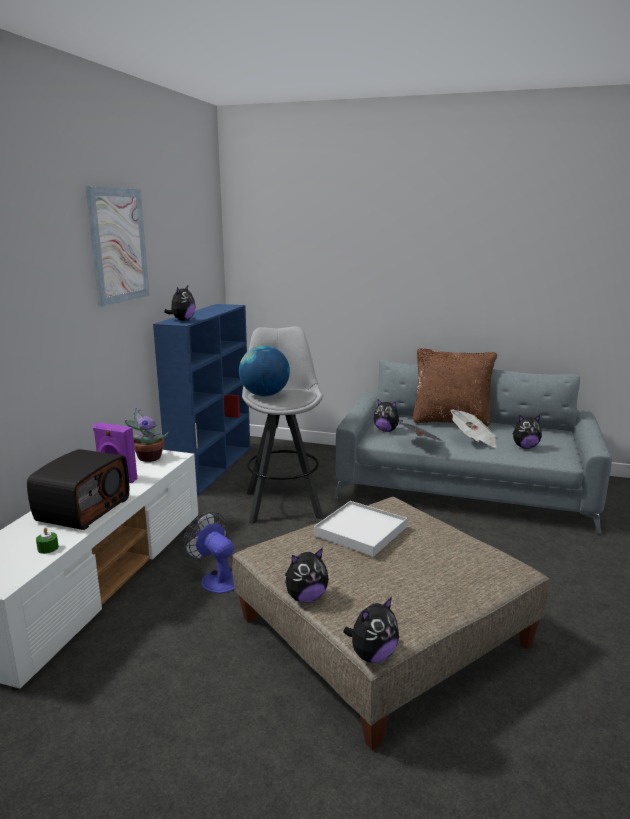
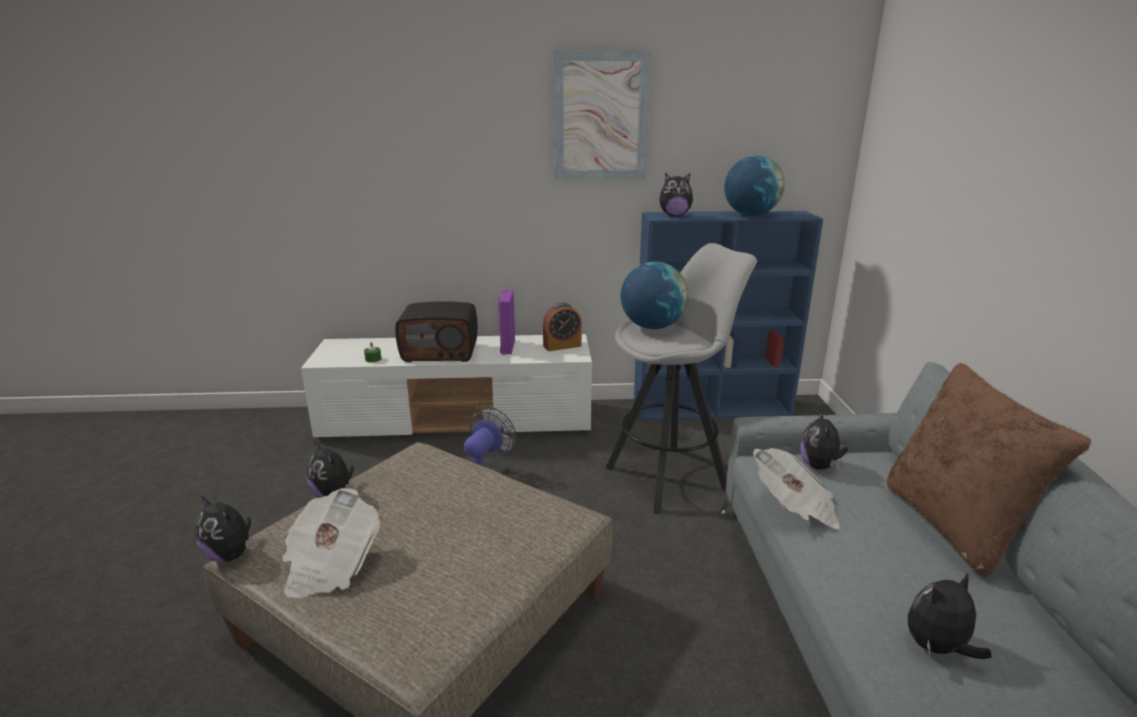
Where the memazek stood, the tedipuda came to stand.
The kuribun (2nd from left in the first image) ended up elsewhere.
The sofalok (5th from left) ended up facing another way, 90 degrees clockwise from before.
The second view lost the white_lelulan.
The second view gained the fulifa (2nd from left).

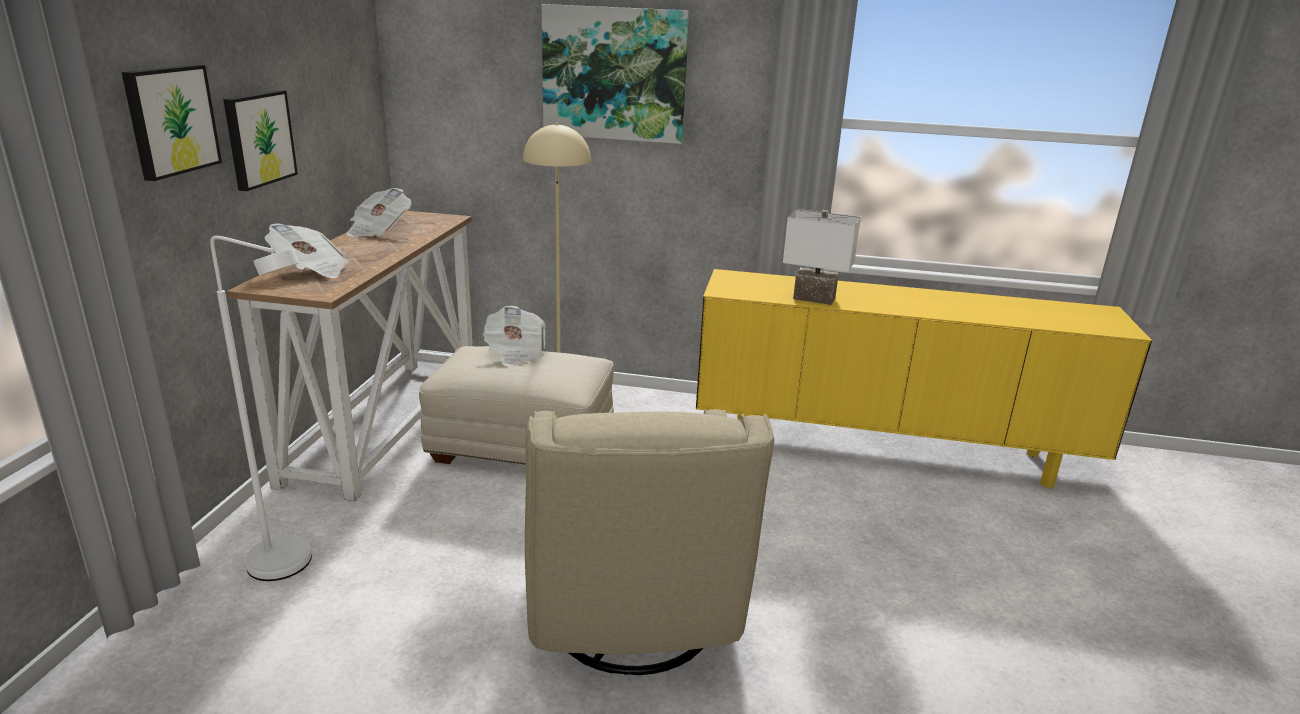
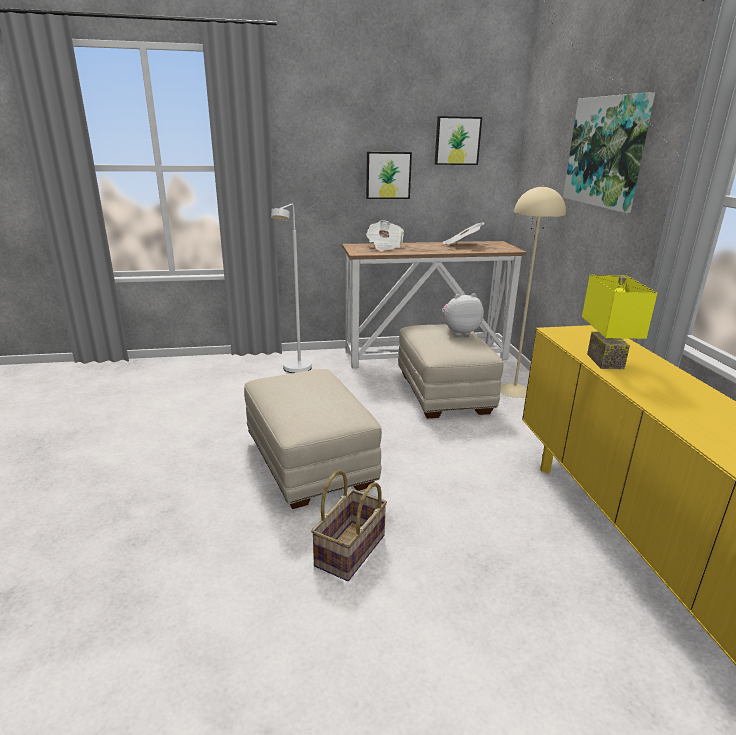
The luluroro (1st from left in the first image) ended up elsewhere.
What was the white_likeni turned into the yellow_likeni.
Where the kuribun (3rd from left) stood, the sofalok came to stand.
Where the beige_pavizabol stood, the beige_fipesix (1st from left) came to stand.
The second view gained the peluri.

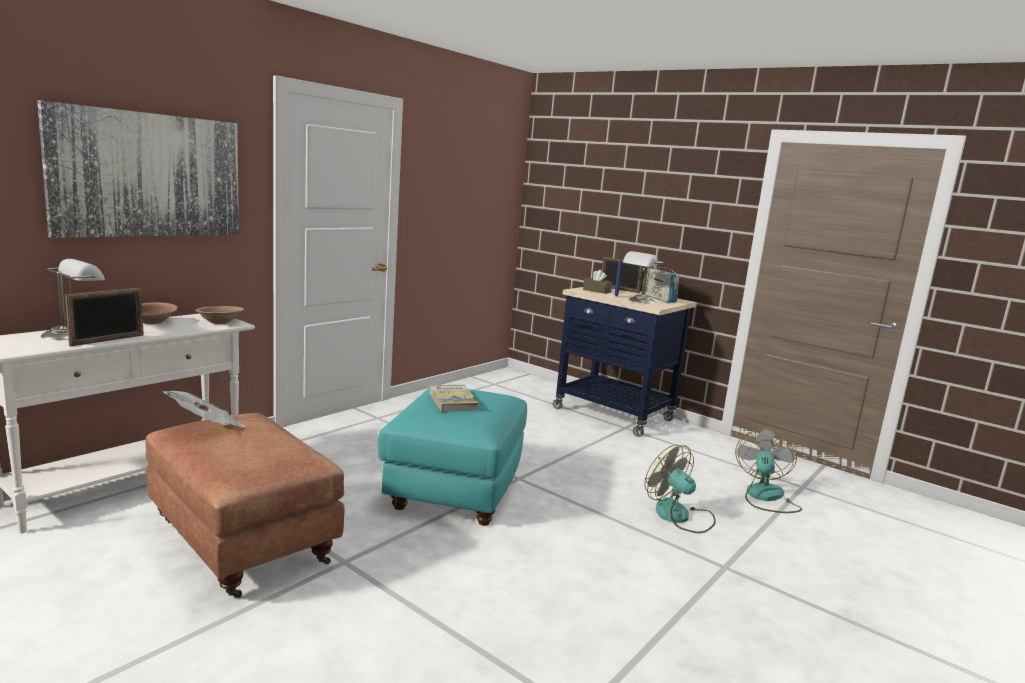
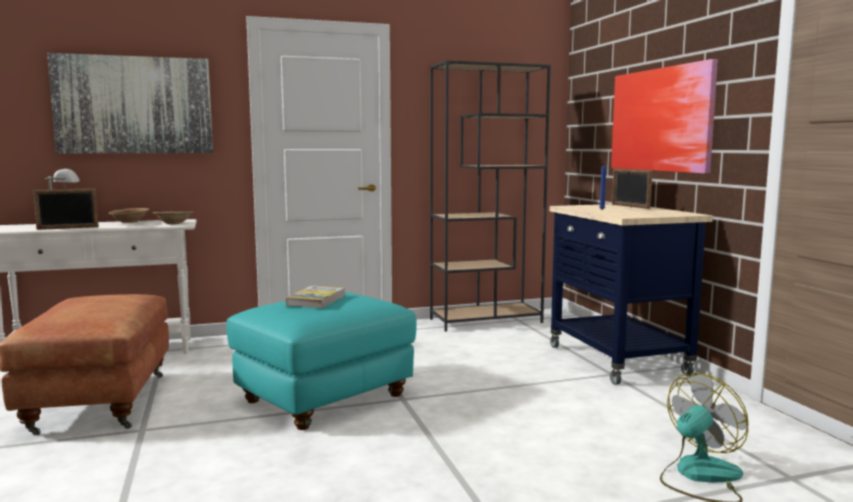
The second view lost the white_likeni (2nd from left).
The second view lost the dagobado.
The second view lost the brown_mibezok.
The second view lost the kuribun.
The second view lost the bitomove (1st from left).
The second view gained the luluroro (2nd from left).
The second view gained the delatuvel.

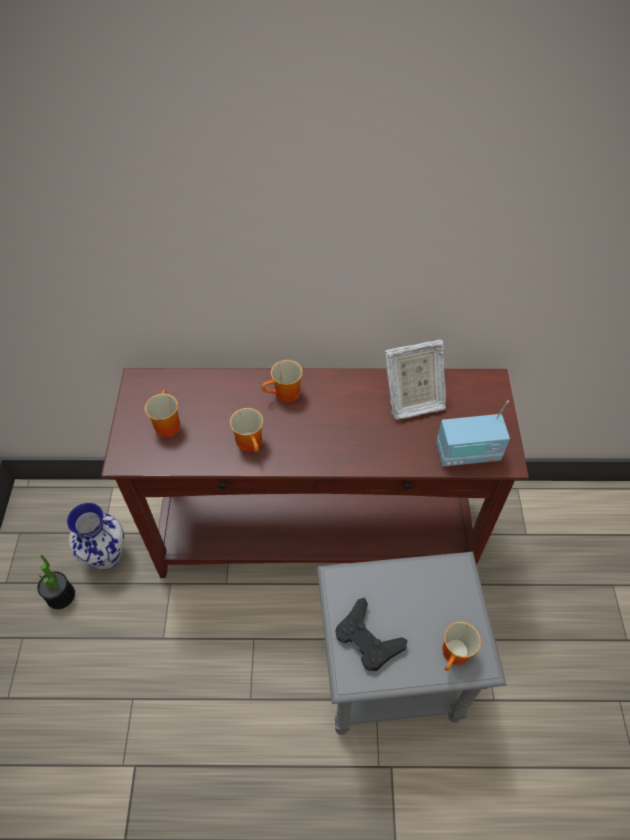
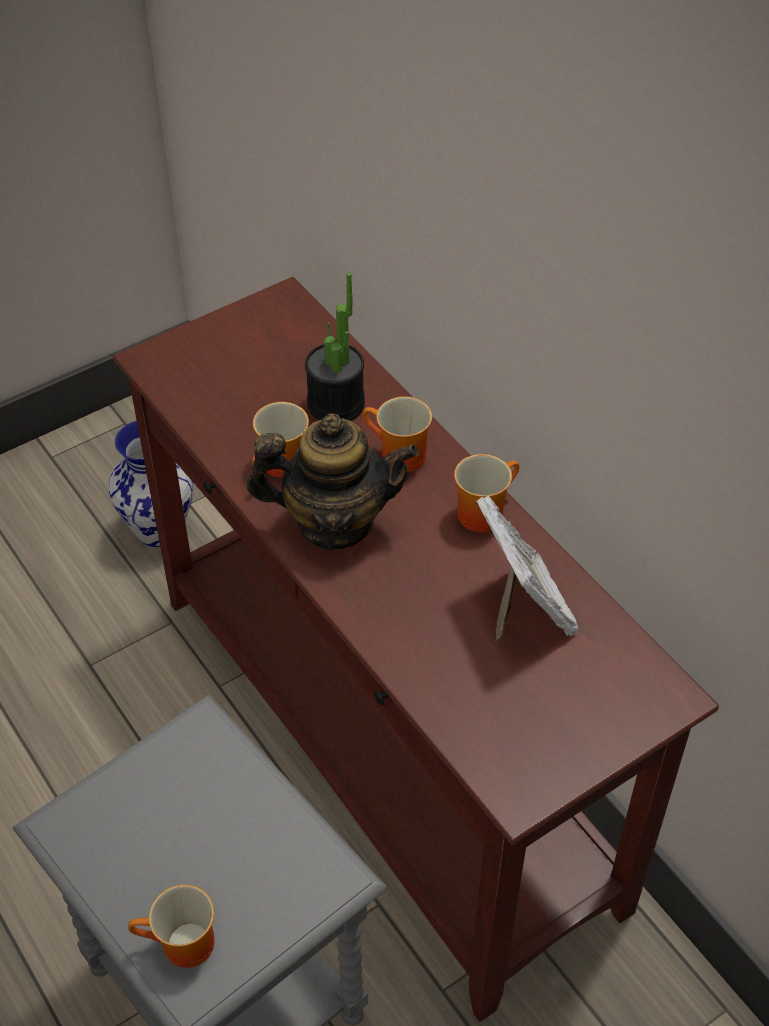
The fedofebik ended up facing another way, 150 degrees counterclockwise from before.
The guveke (1st from left in the first image) ended up elsewhere.
The second view lost the dagobado.
The memazek ended up elsewhere.
The second view lost the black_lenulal.
The second view gained the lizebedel.

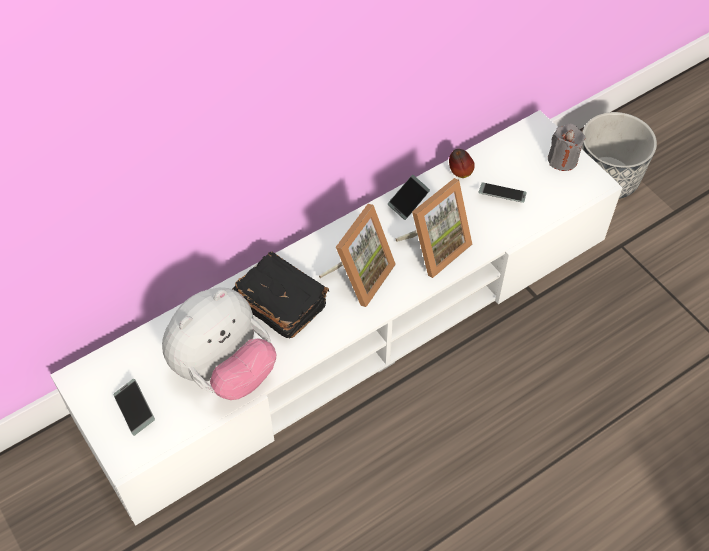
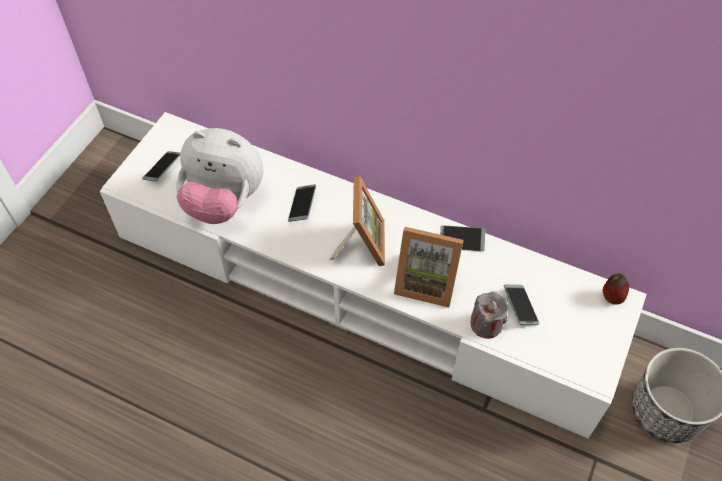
The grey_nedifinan ended up elsewhere.
The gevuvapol ended up elsewhere.
The fedofebik (1st from left) ended up facing another way, 90 degrees counterclockwise from before.
Where the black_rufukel stood, the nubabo (2nd from left) came to stand.

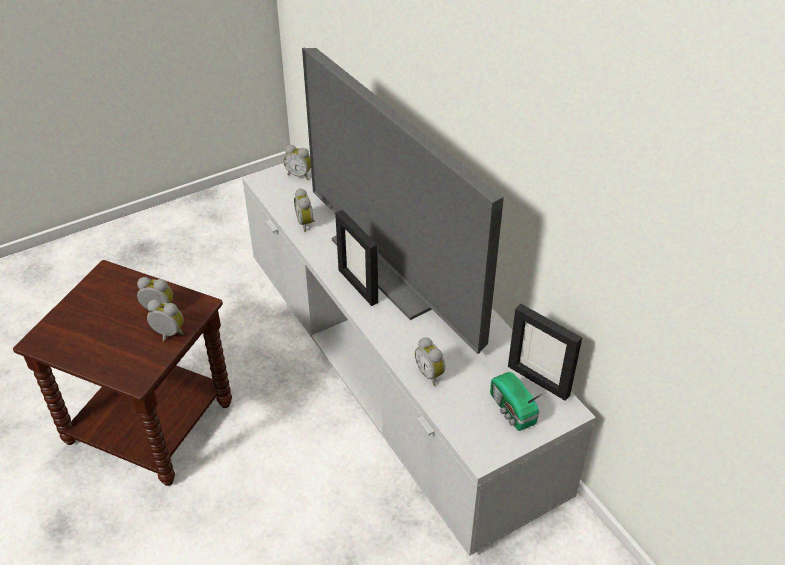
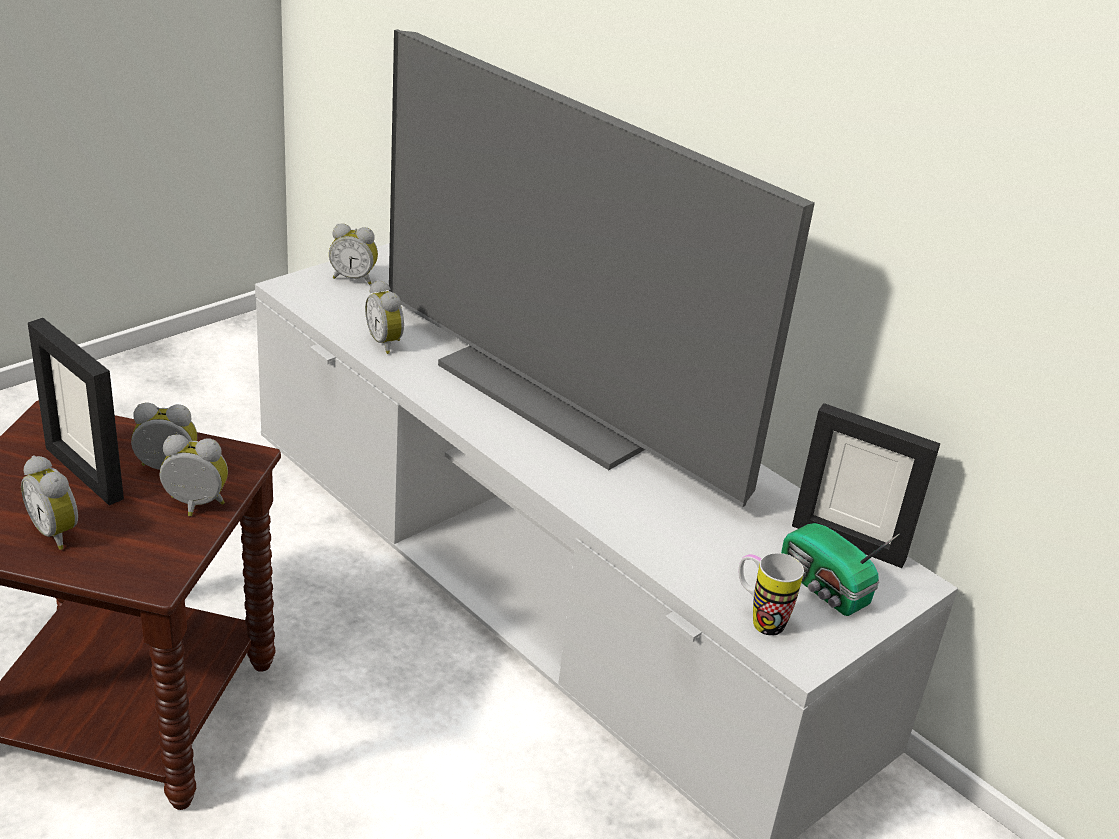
The fedofebik (1st from left) ended up elsewhere.
The tedipuda (5th from left in the first image) ended up elsewhere.
The second view gained the guveke.

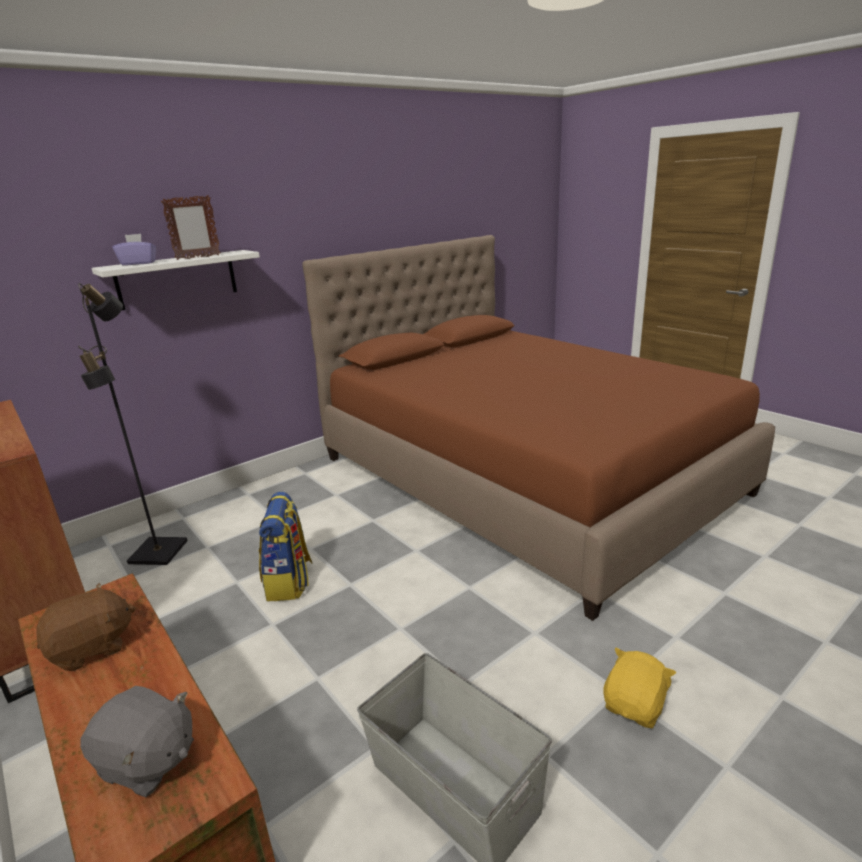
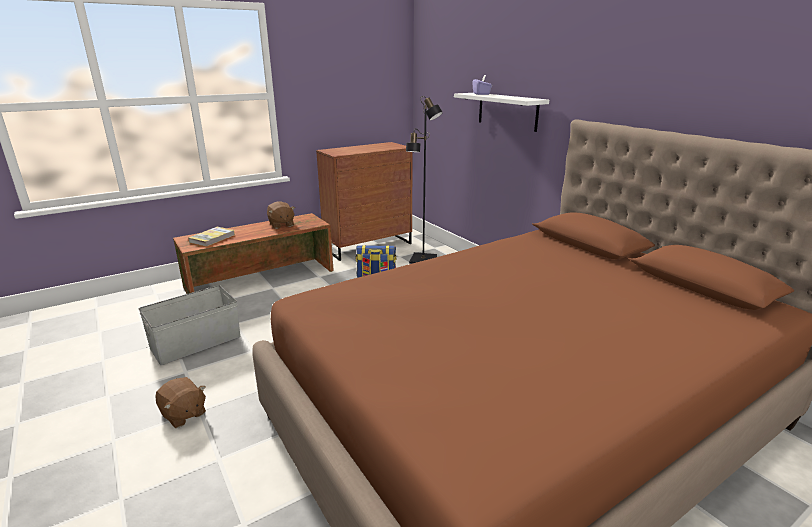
The second view lost the fedofebik.
What was the yellow_sofalok turned into the brown_sofalok (1st from left).
Where the grey_sofalok stood, the rufukel came to stand.

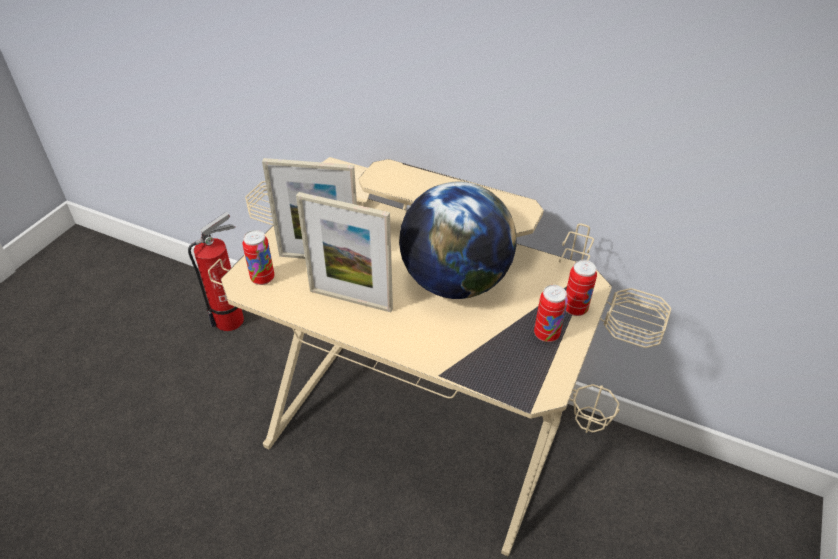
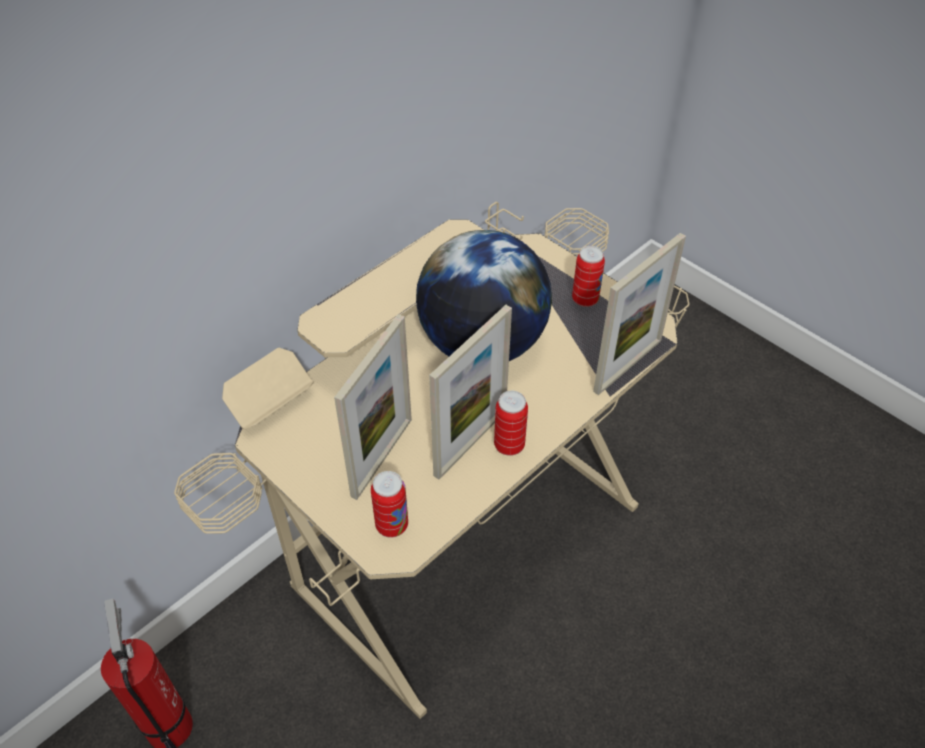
The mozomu (3rd from left in the first image) ended up elsewhere.
The second view gained the fedofebik (3rd from left).

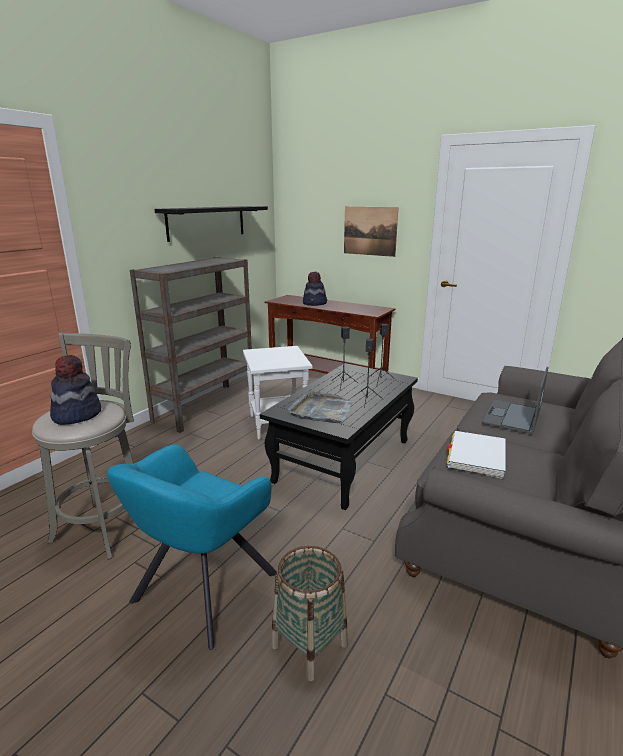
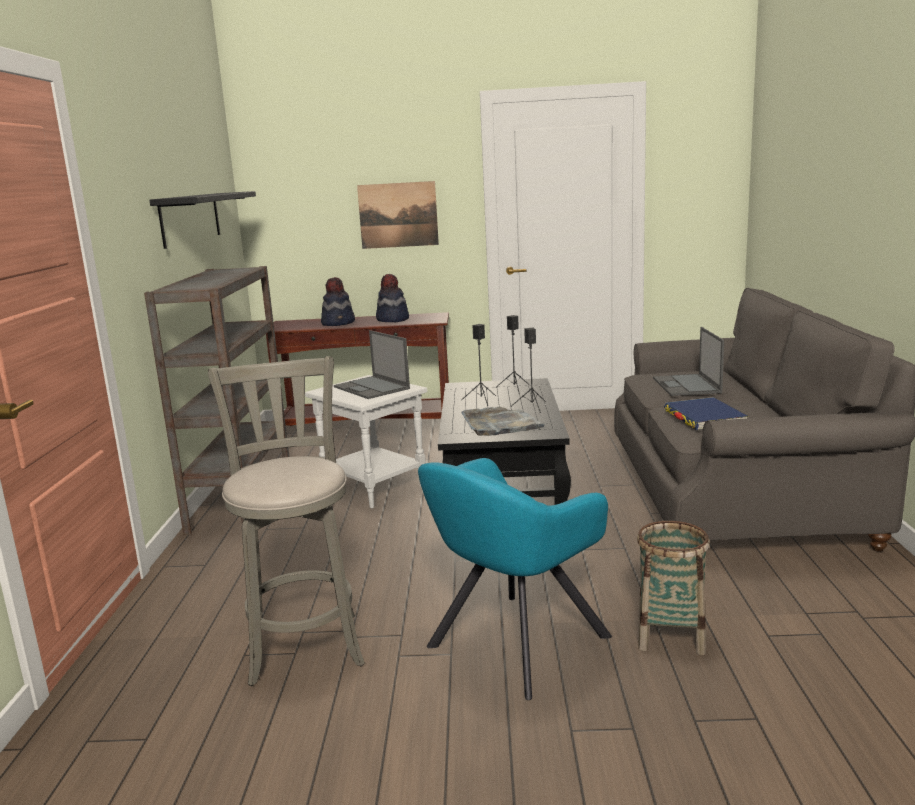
The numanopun (1st from left in the first image) ended up elsewhere.
What was the white_rufukel turned into the blue_rufukel.
The turquoise_pavizabol ended up facing another way, 45 degrees clockwise from before.
The second view gained the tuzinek (1st from left).

